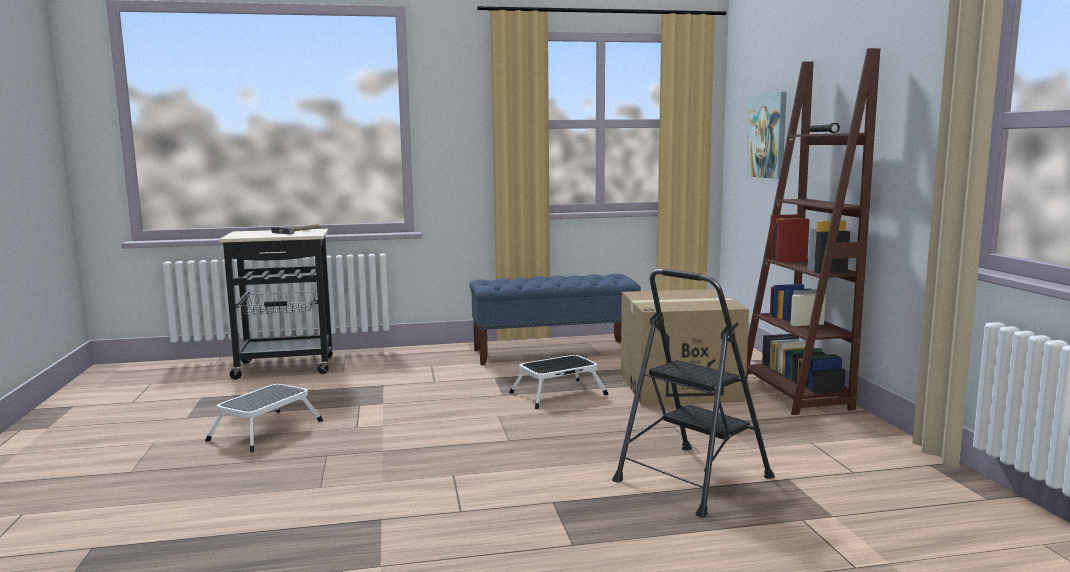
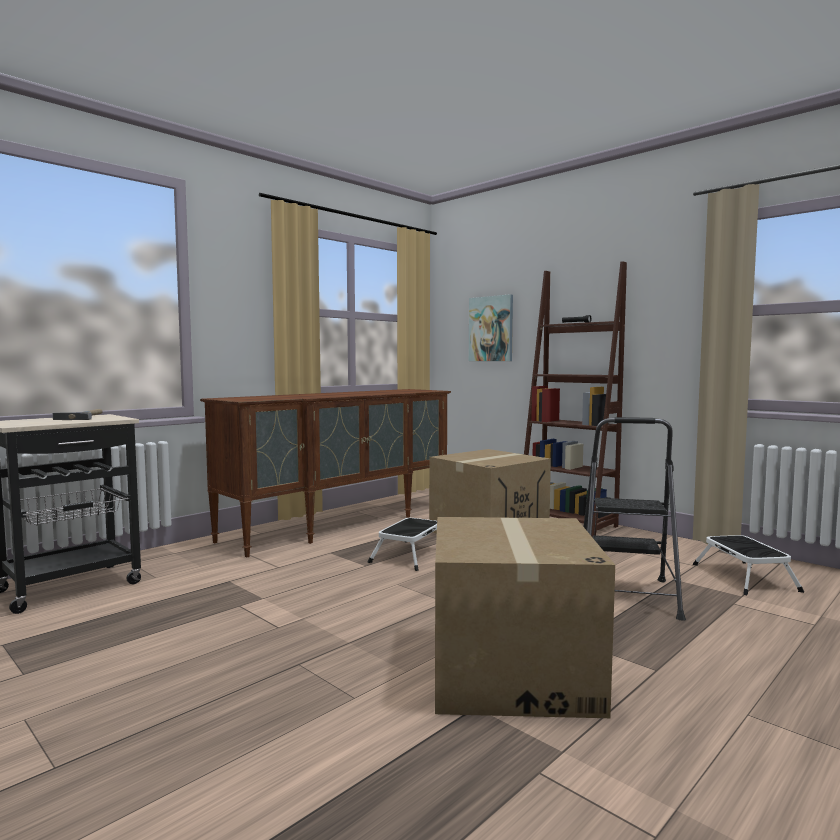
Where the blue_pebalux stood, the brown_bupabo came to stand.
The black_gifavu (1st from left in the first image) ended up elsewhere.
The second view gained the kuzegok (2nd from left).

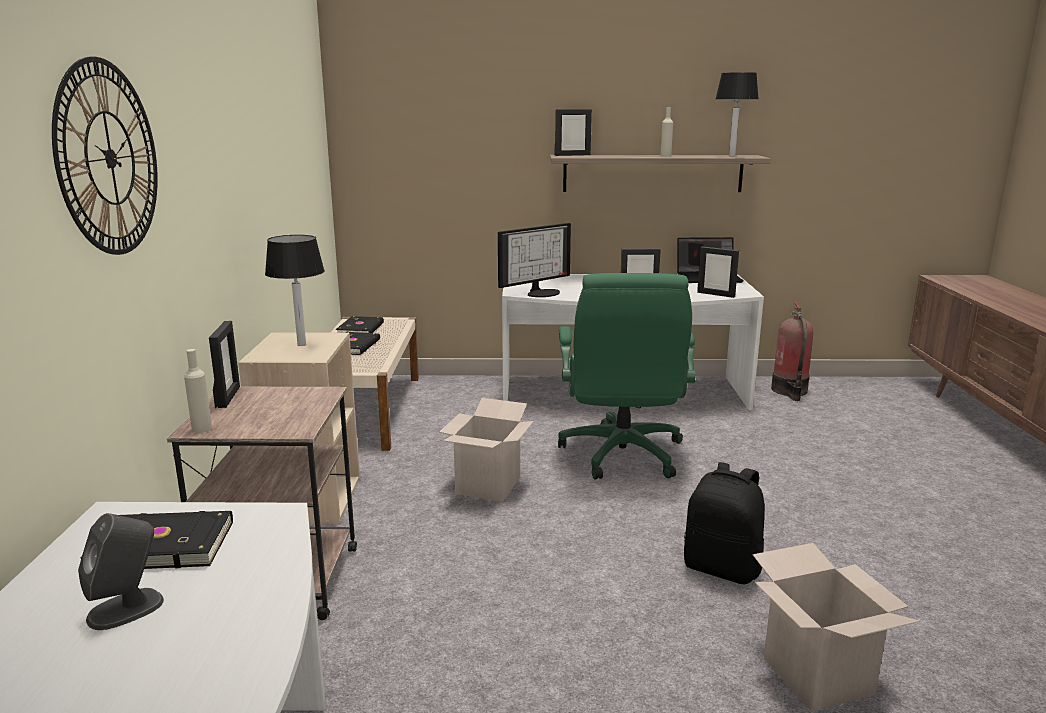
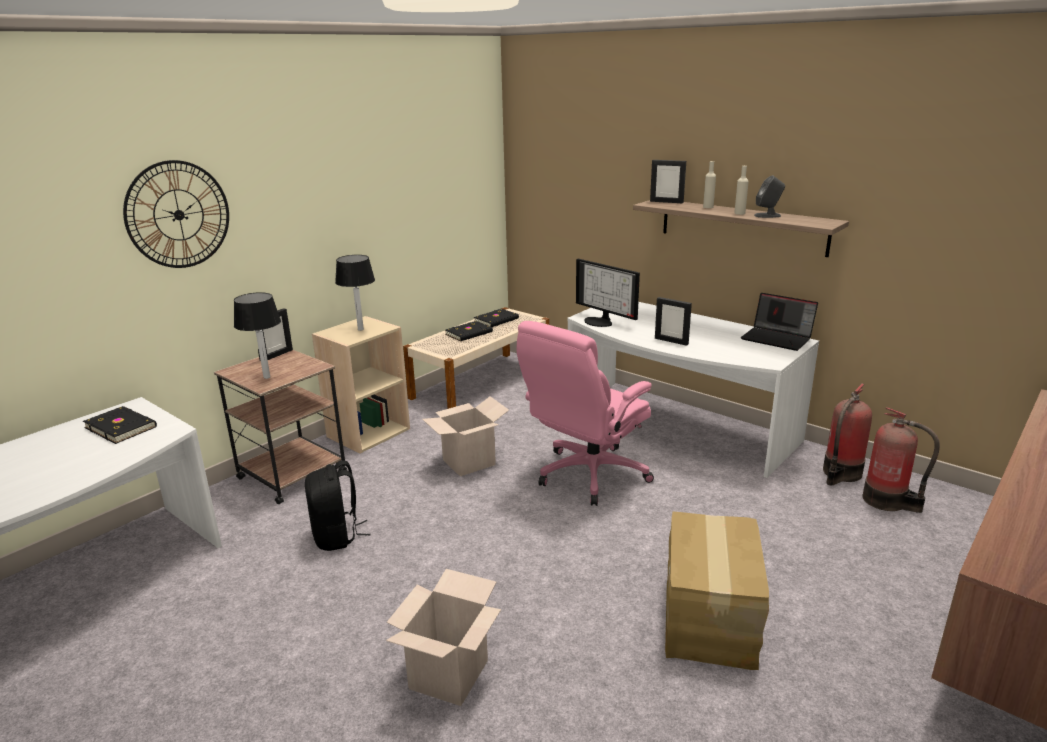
The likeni (2nd from left in the first image) ended up elsewhere.
The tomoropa ended up facing another way, 45 degrees clockwise from before.
The second view lost the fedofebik (4th from left).
What was the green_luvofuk turned into the pink_luvofuk.
The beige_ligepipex (1st from left) ended up elsewhere.
The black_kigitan ended up elsewhere.
The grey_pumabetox ended up elsewhere.
The second view gained the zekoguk (2nd from left).
The second view gained the kuzegok (3rd from left).

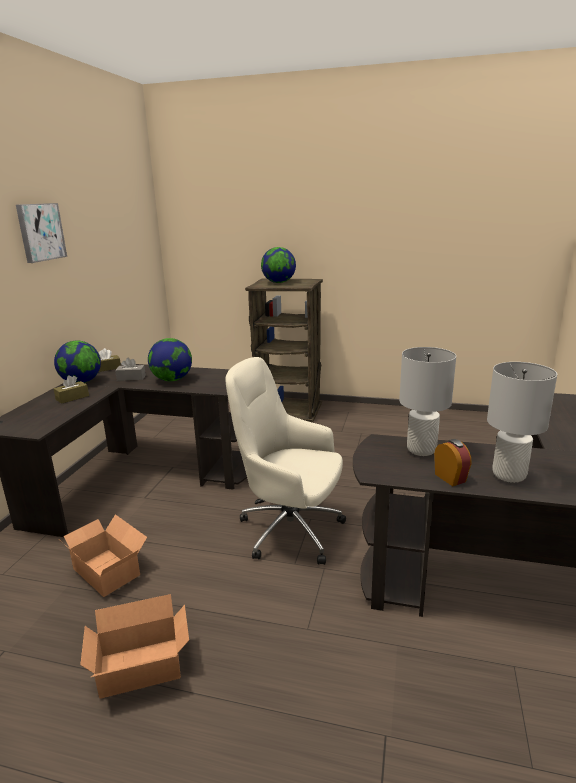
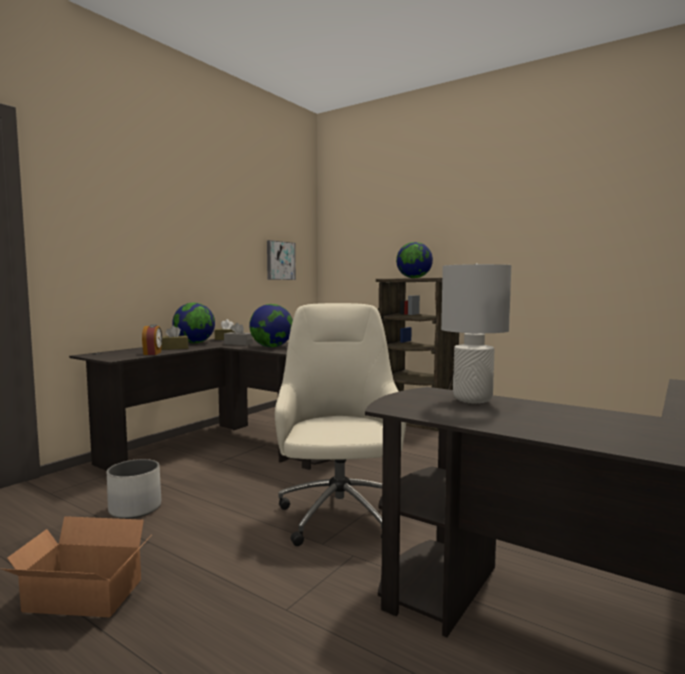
The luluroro ended up elsewhere.
The beige_luvofuk ended up facing another way, 45 degrees clockwise from before.
The second view lost the grey_likeni (2nd from left).
The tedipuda ended up elsewhere.
Where the kuzegok (1st from left) stood, the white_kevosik came to stand.

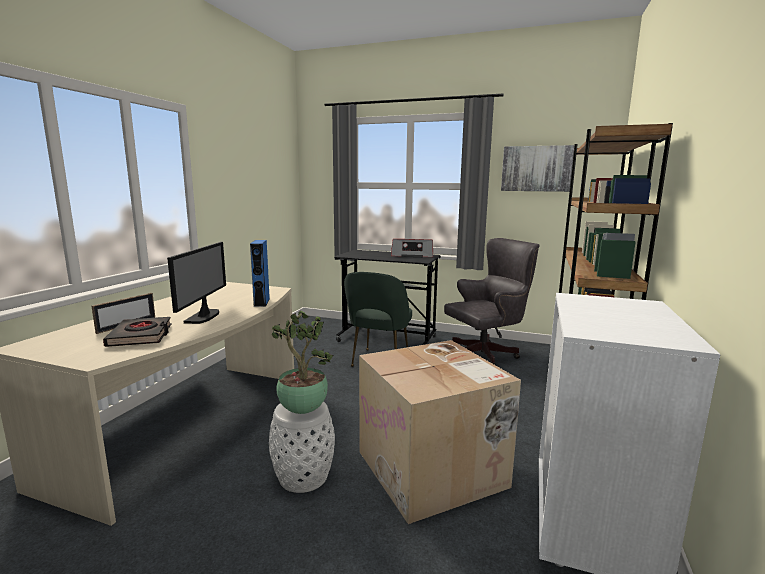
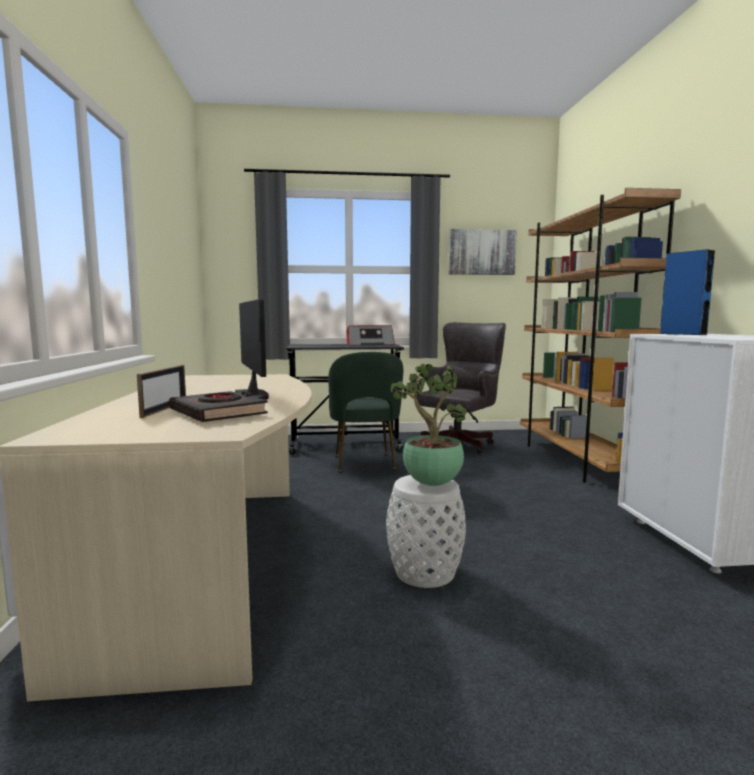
The blue_pumabetox ended up elsewhere.
The second view lost the kuzegok.

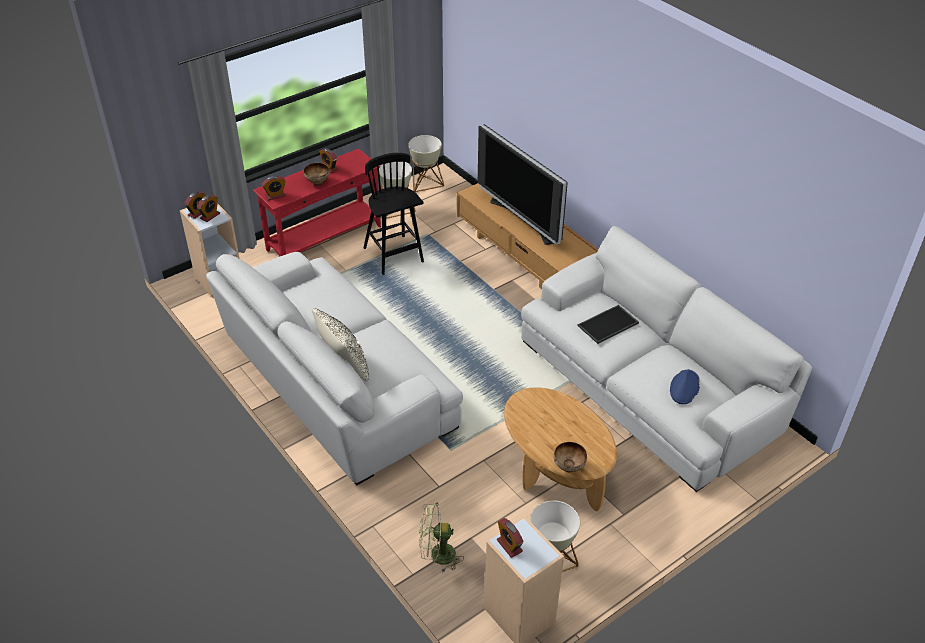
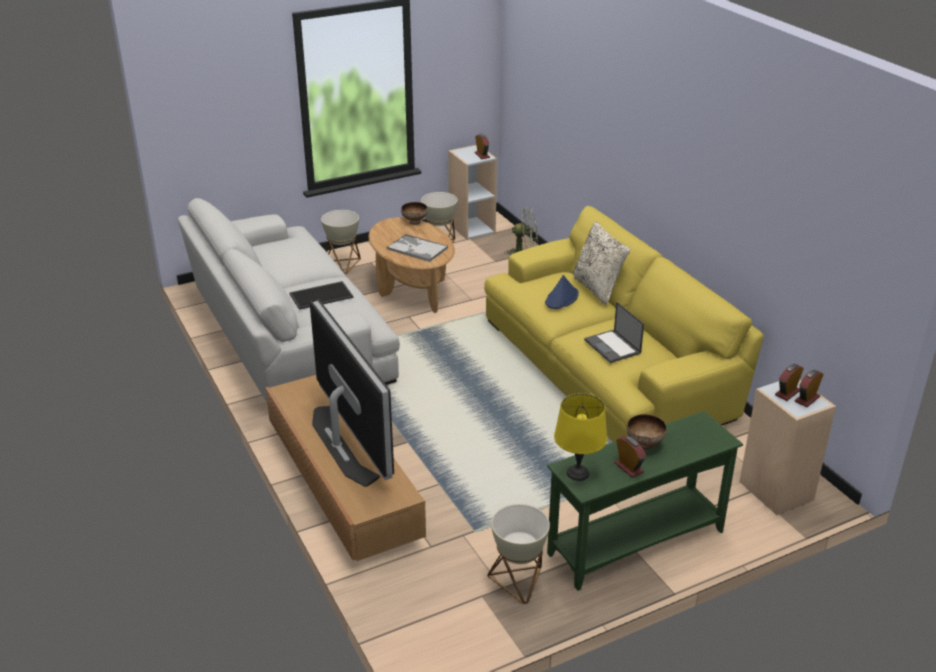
The kevosik (2nd from left in the first image) ended up elsewhere.
What was the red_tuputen turned into the green_tuputen.
The second view lost the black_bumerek.
The second view lost the tedipuda (3rd from left).
What was the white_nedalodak (1st from left) turned into the yellow_nedalodak.
The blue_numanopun ended up elsewhere.
The second view gained the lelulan (2nd from left).
The second view gained the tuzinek.
The second view gained the yellow_likeni.

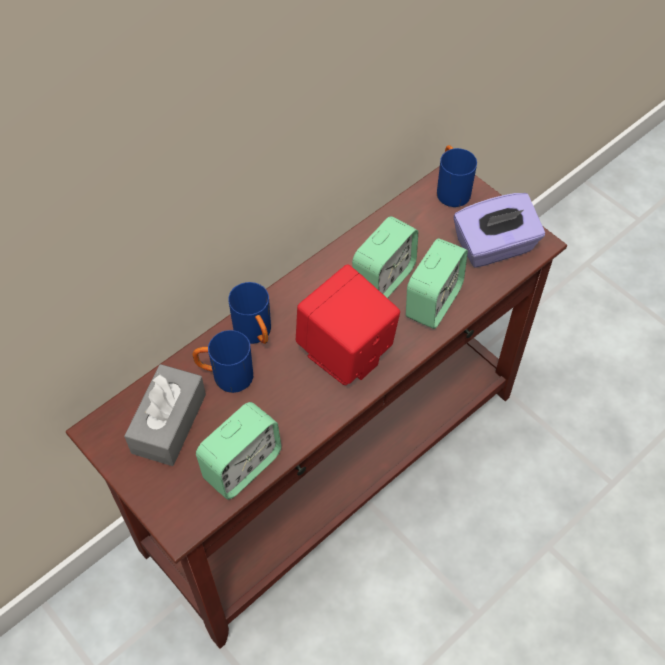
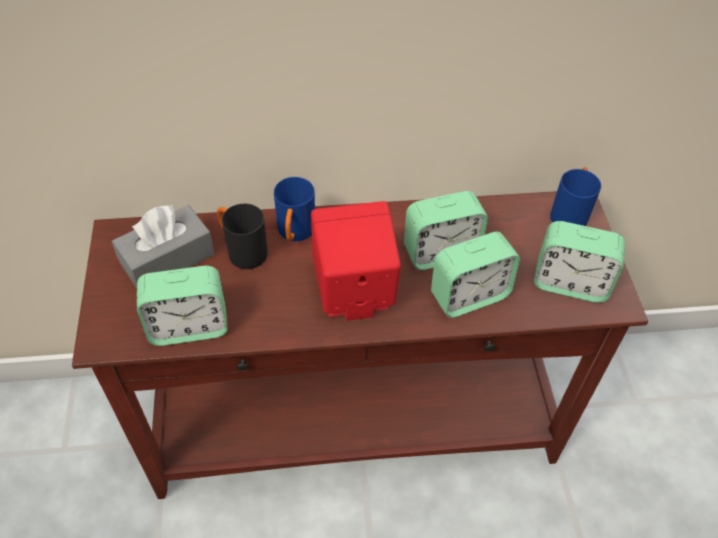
Where the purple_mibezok stood, the tedipuda (4th from left) came to stand.
What was the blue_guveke (1st from left) turned into the black_guveke.

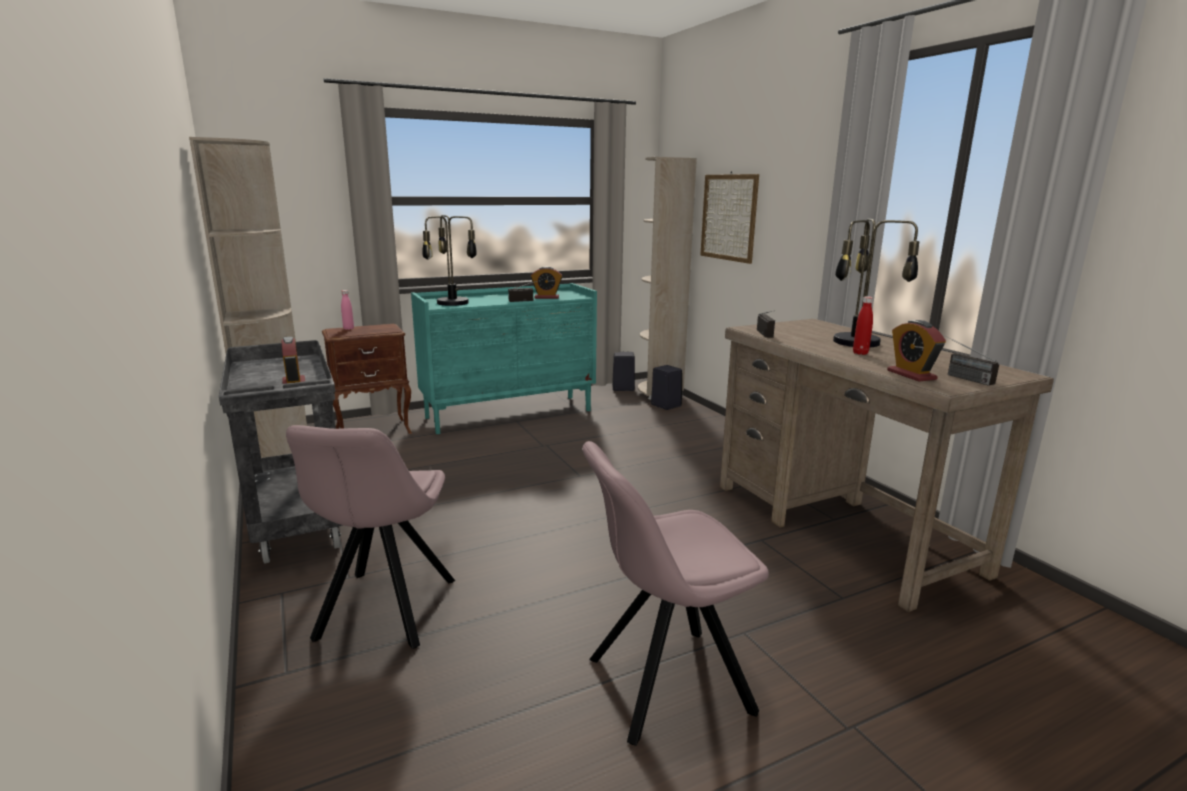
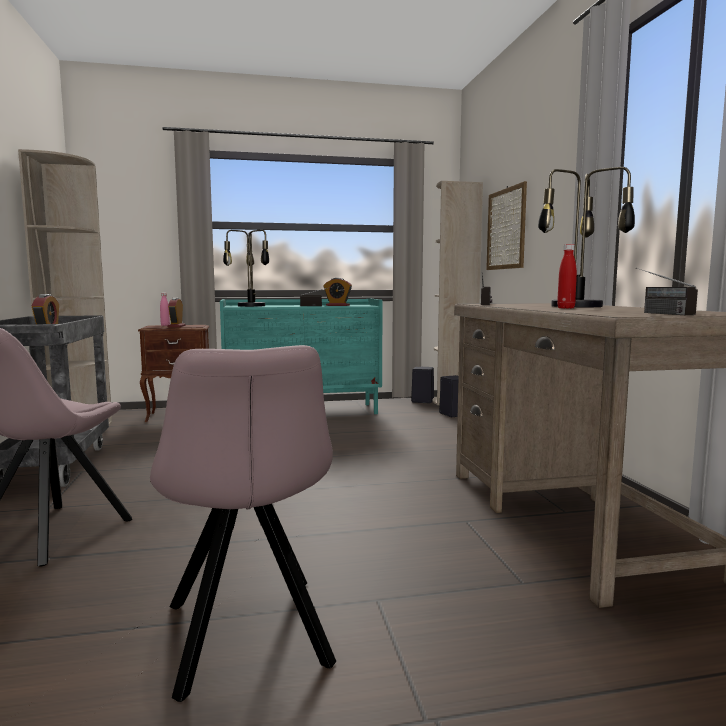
The tedipuda (3rd from left in the first image) ended up elsewhere.
The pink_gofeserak (2nd from left) ended up facing another way, 105 degrees counterclockwise from before.

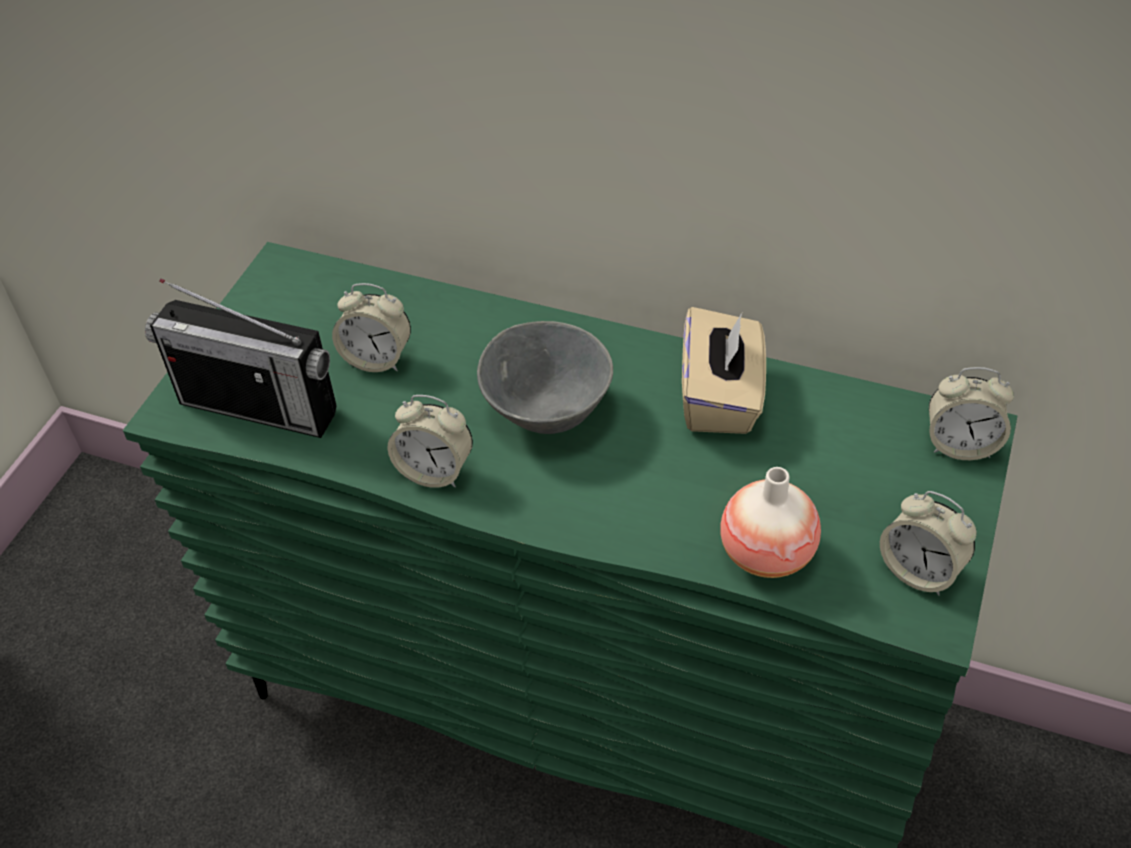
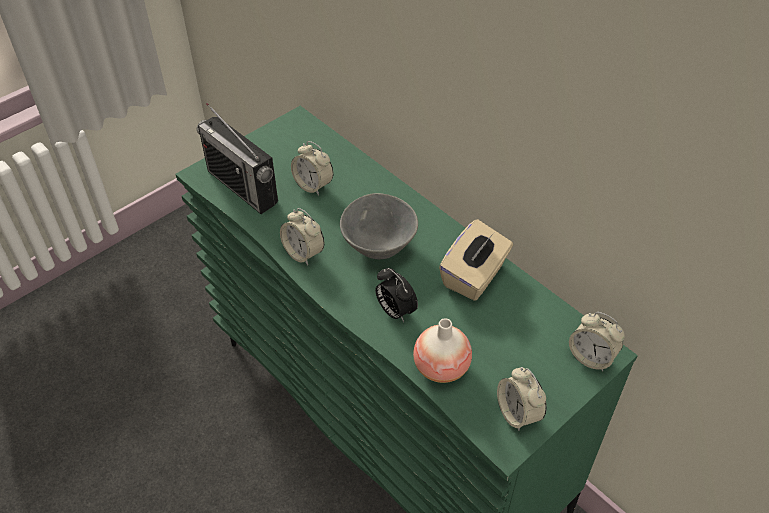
The second view gained the tedipuda (3rd from left).

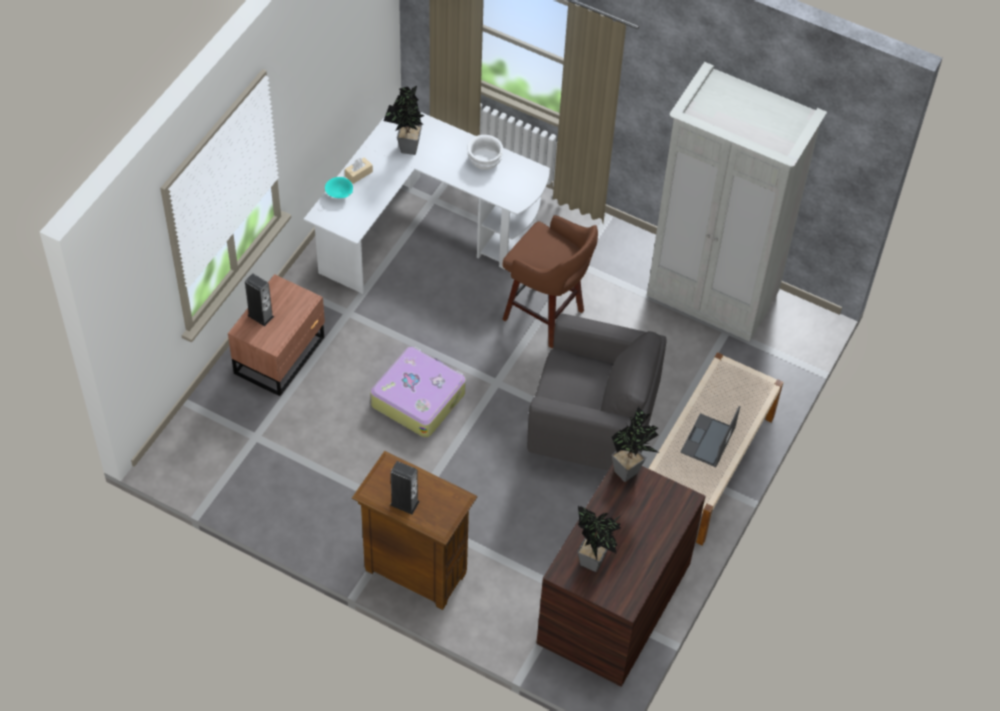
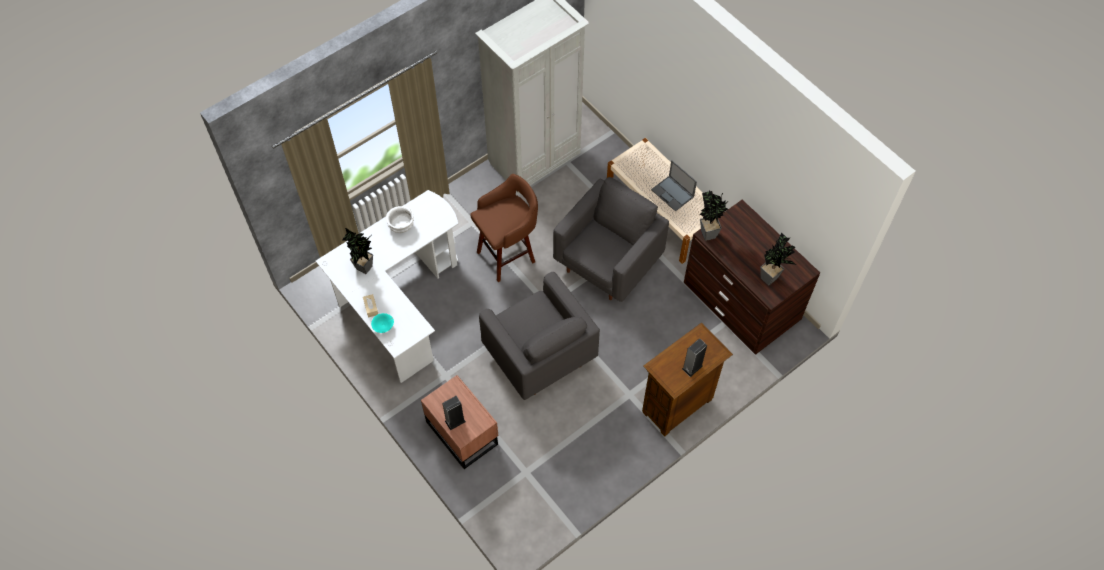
Where the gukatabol stood, the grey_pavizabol (1st from left) came to stand.

